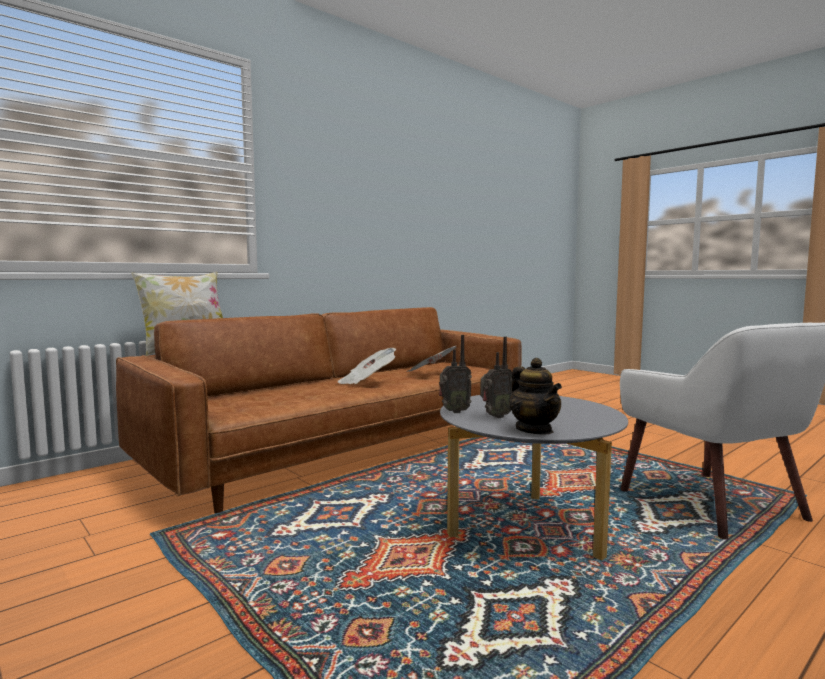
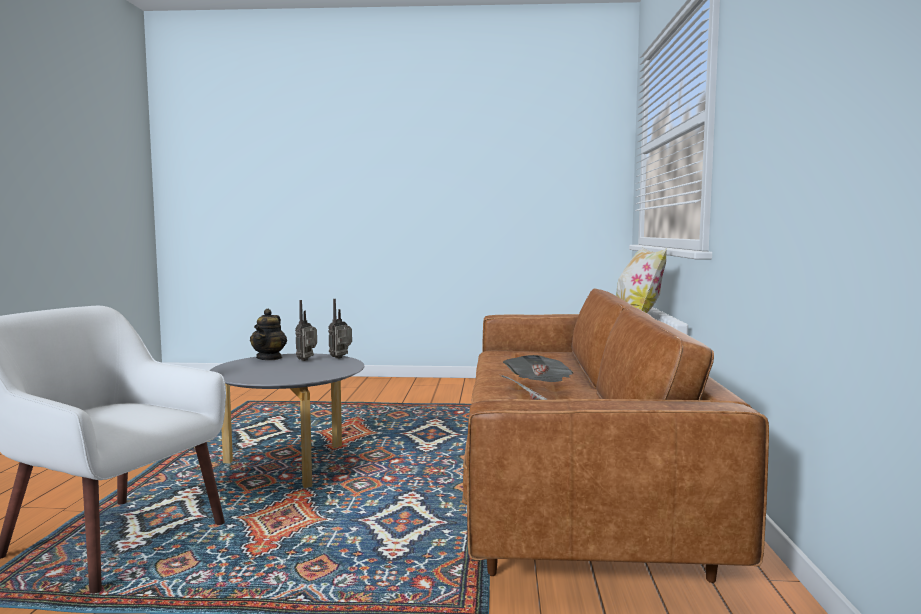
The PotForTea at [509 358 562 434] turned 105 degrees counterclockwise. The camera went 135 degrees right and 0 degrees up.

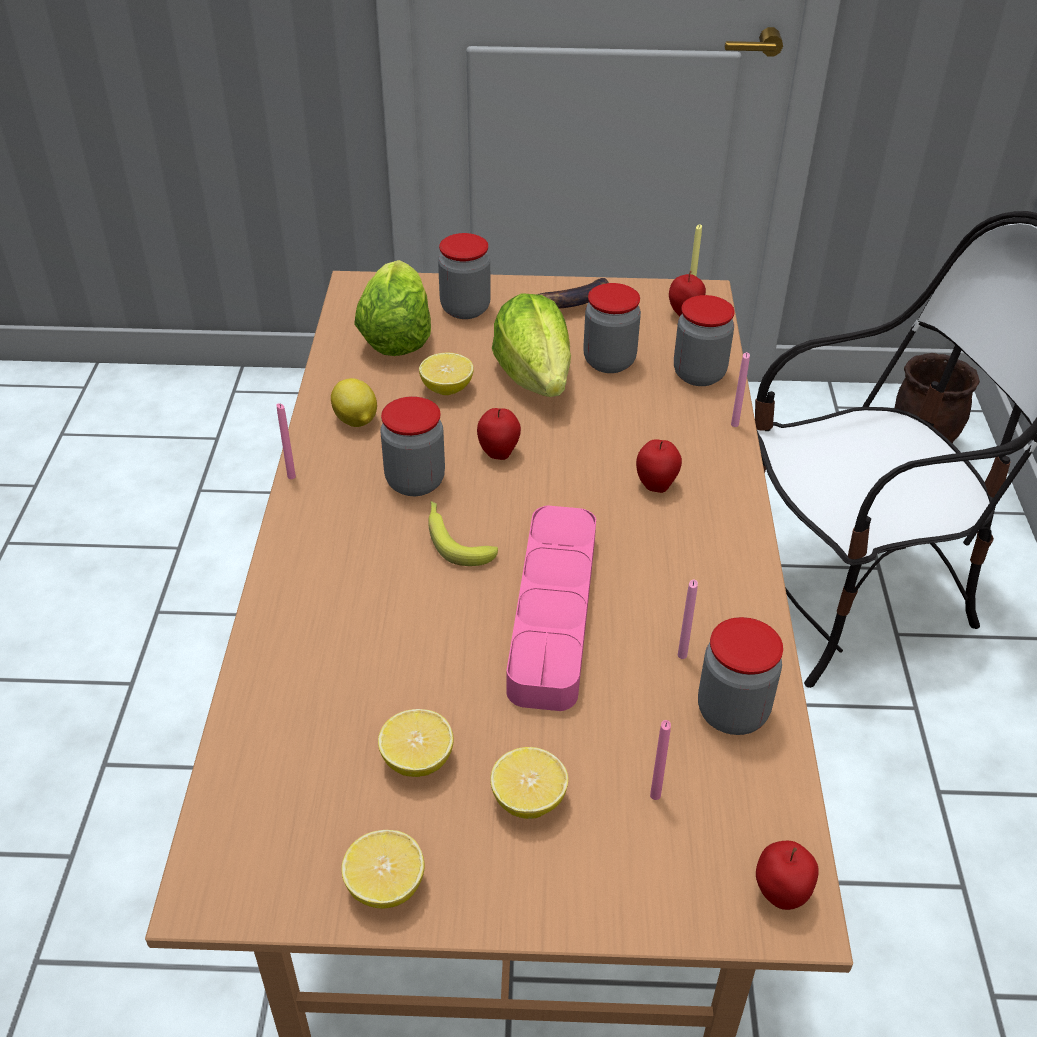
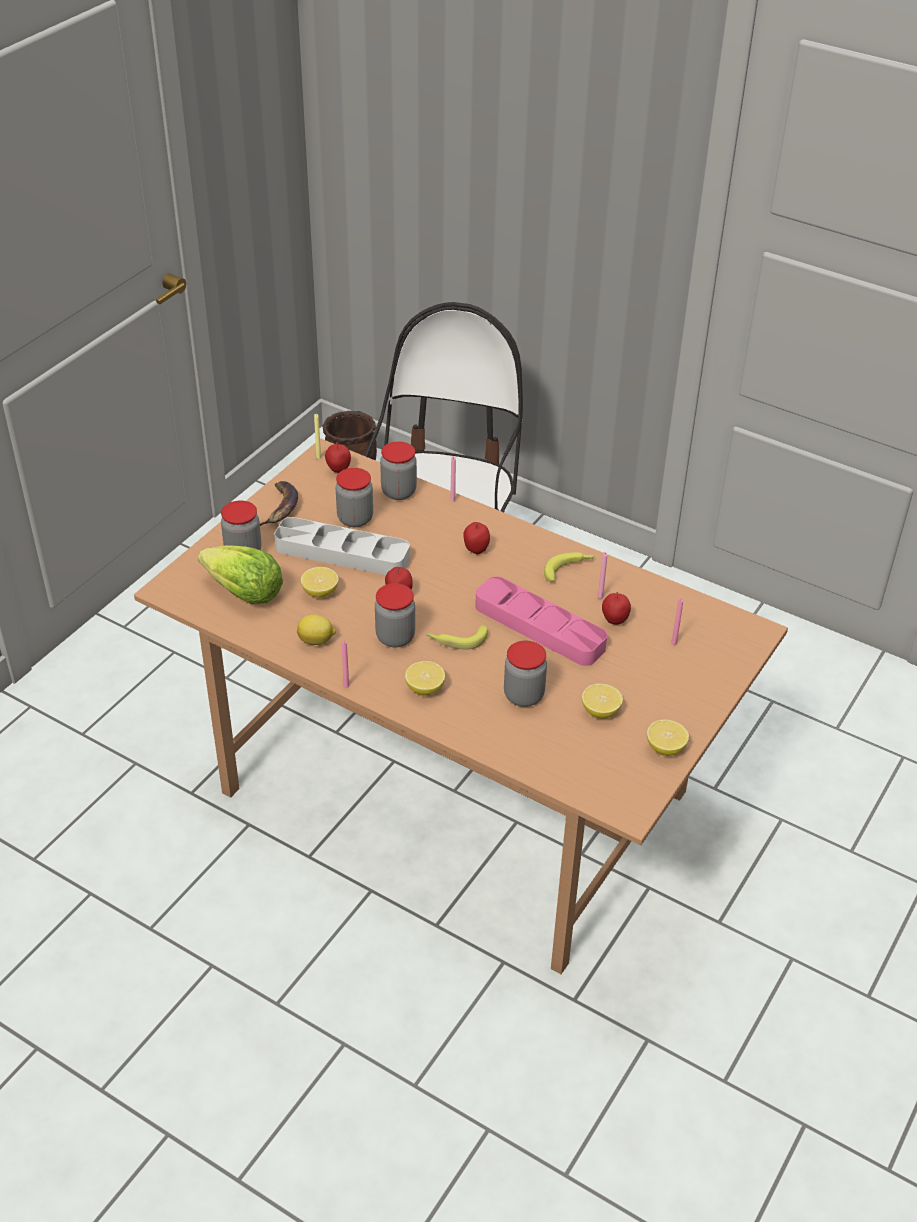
The HeadOfLettuce at [492 293 571 397] was replaced by the GrayServingTray at [274 517 410 575]. The Jar moved from [698 617 783 735] to [504 641 547 707]. The WholeLemon moved from [490 747 568 819] to [405 661 445 696]. The WholeApple moved from [756 841 819 910] to [602 592 631 625]. The WholeBanana at [544 552 595 582] appeared. The camera went 60 degrees left and 0 degrees up.

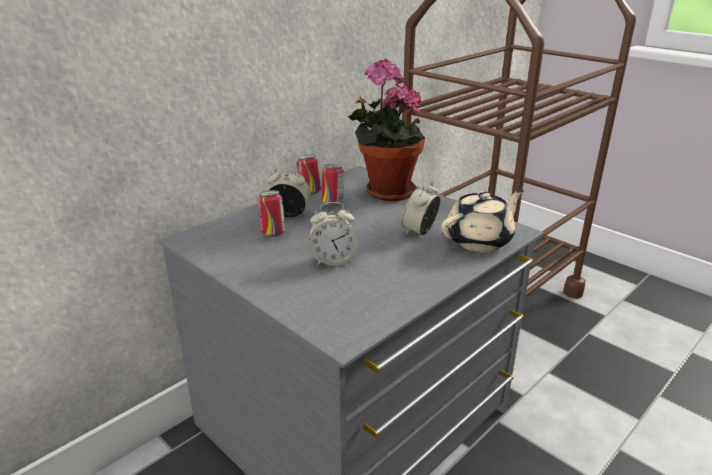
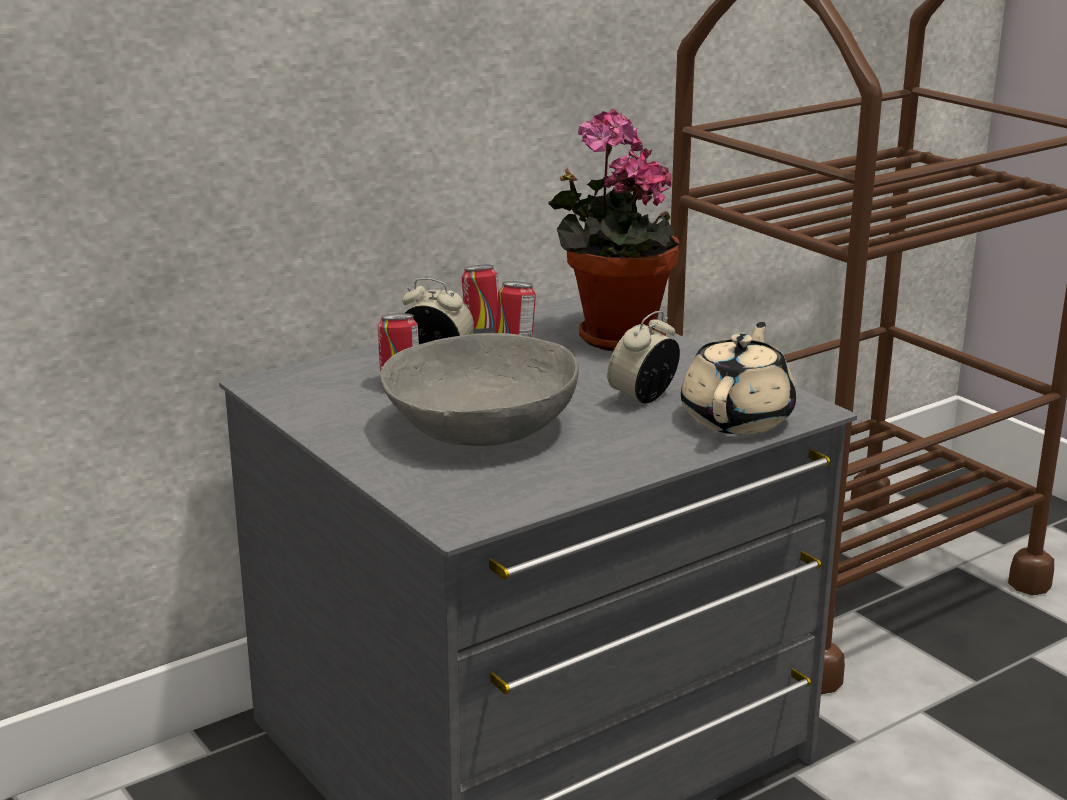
The BeigeColouredPotForTea at [441 190 524 252] turned 45 degrees counterclockwise. The TableClock at [309 202 357 266] was replaced by the GrayServingBowl at [380 333 579 446]. The camera went 10 degrees right and 5 degrees down.

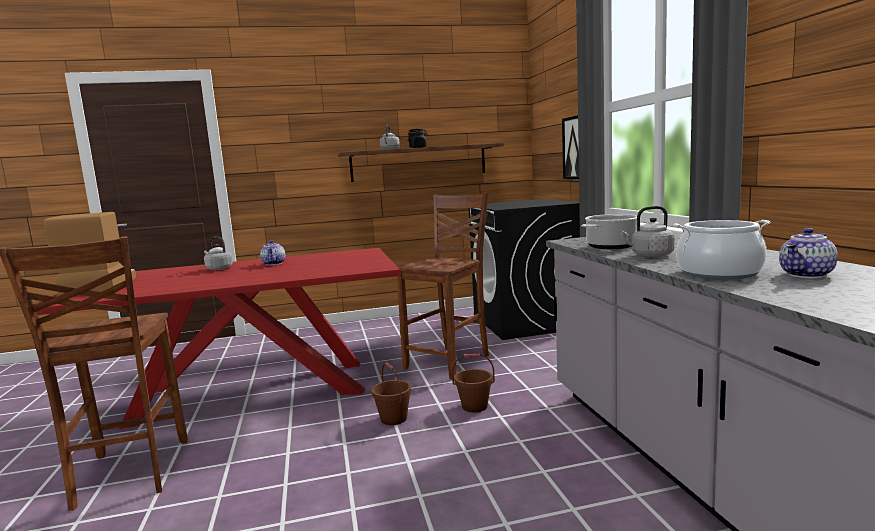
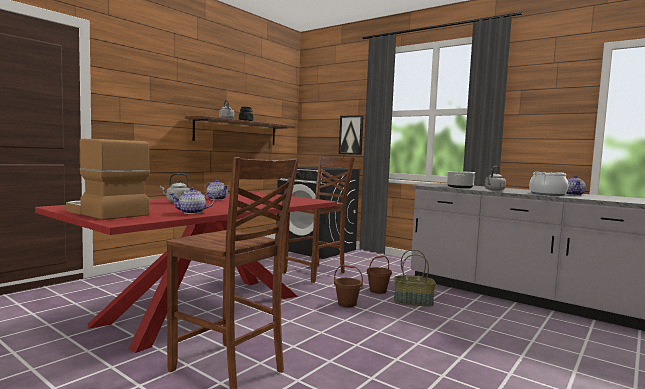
The BrownPlainChair at [397 193 489 379] turned 45 degrees clockwise. The PotForTea at [170 187 214 214] appeared. The StorageBasket at [394 249 436 306] appeared. The camera went 40 degrees left and 5 degrees down.

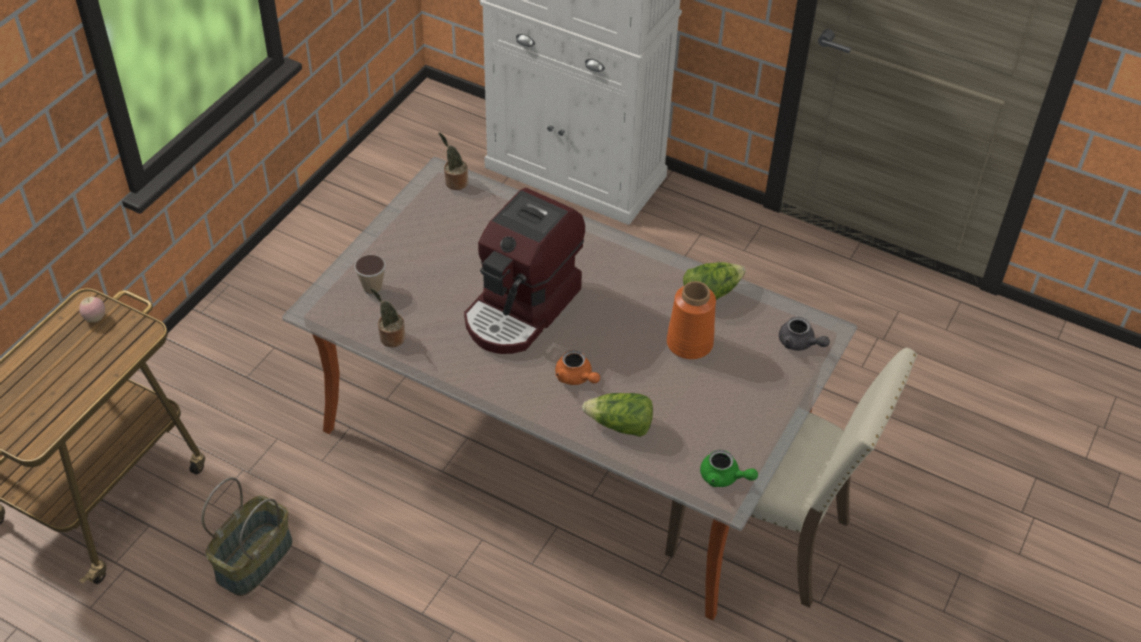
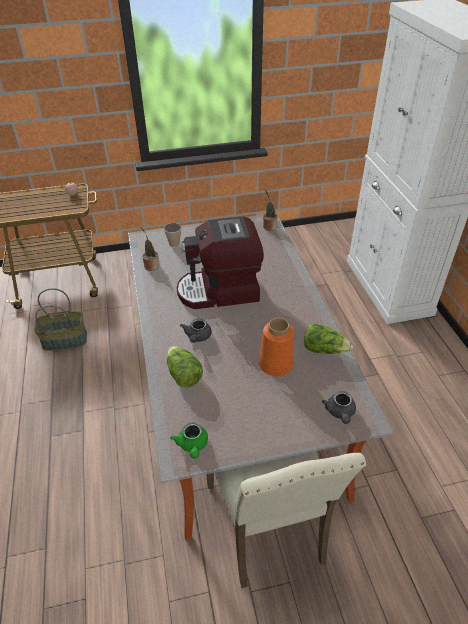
The OrangeColouredPotForTea at [555 350 600 385] became the GrayPotForTea at [180 318 212 343]. The camera went 50 degrees right and 5 degrees down.

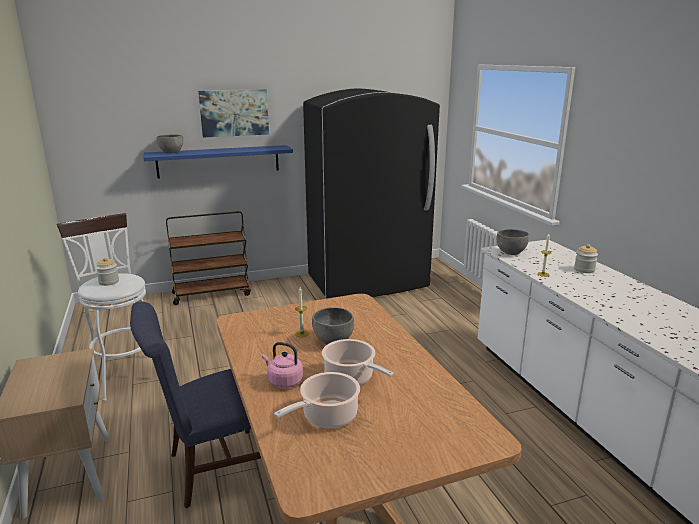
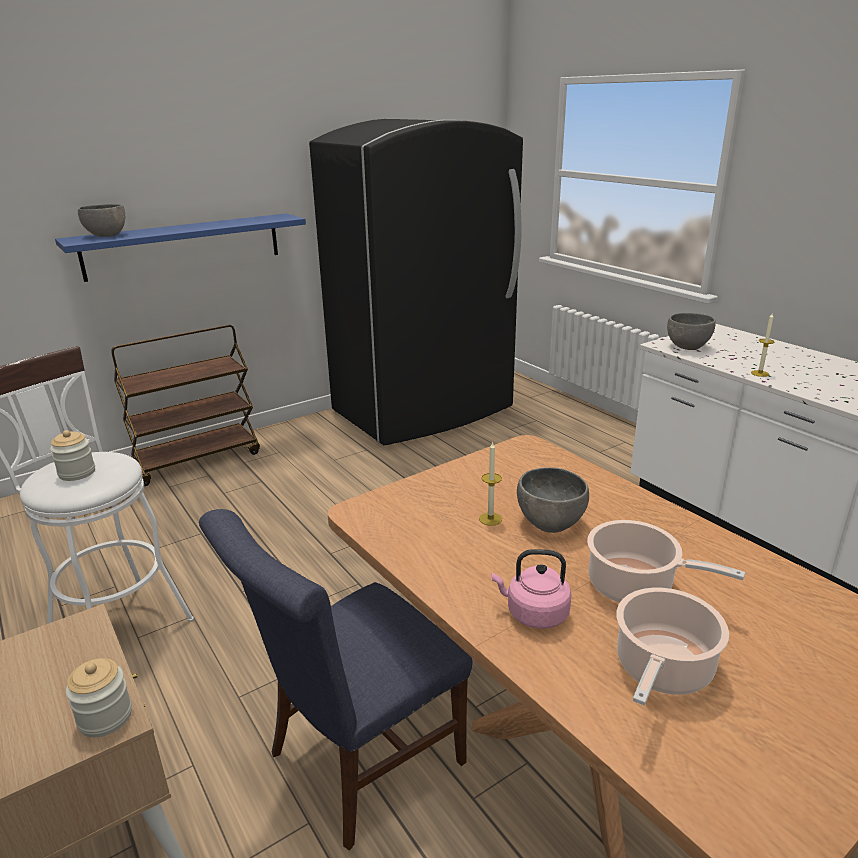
The WallPicture at [198 89 269 138] disappeared. The Jar moved from [574 244 598 273] to [66 658 132 737]. The camera went 15 degrees left and 5 degrees up.

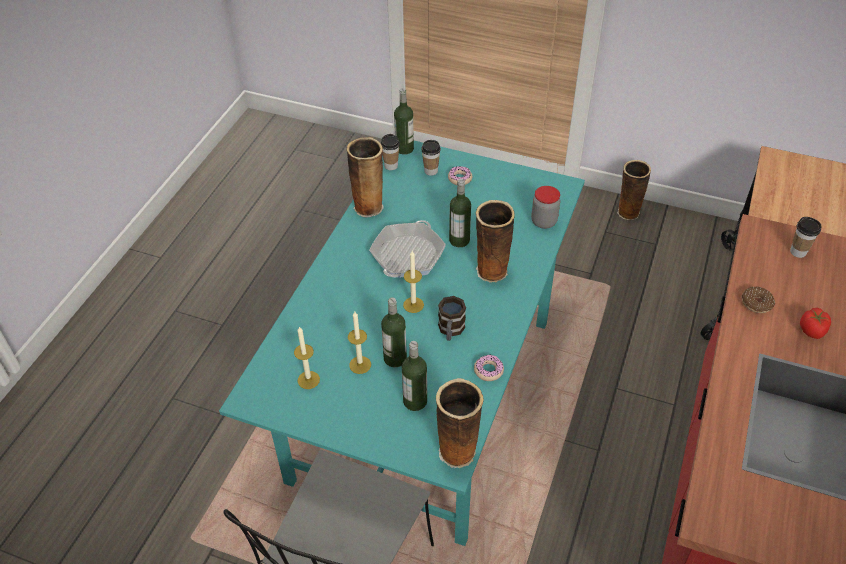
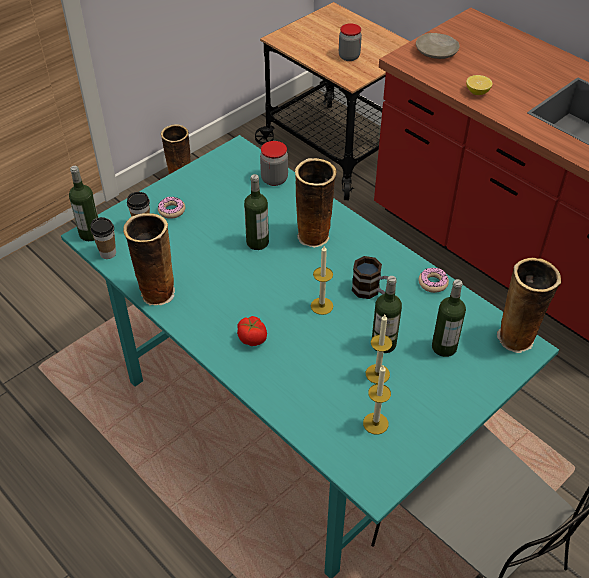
The Cup at [790 217 822 258] was replaced by the BeigeColouredPlate at [416 33 460 59]. The Skillet at [369 220 446 278] disappeared. The Donut at [742 287 775 313] was replaced by the WholeLemon at [466 75 493 95]. The FreshTomato moved from [800 308 831 339] to [237 316 267 346]. The Jar at [339 23 362 61] appeared. The camera went 65 degrees left and 0 degrees up.

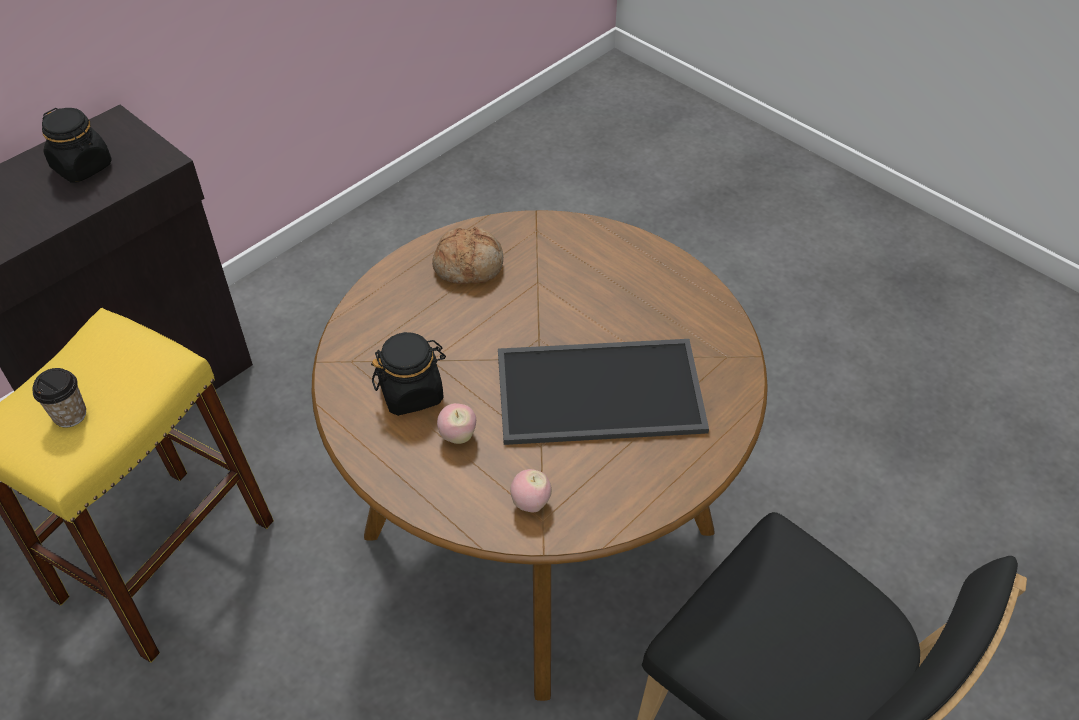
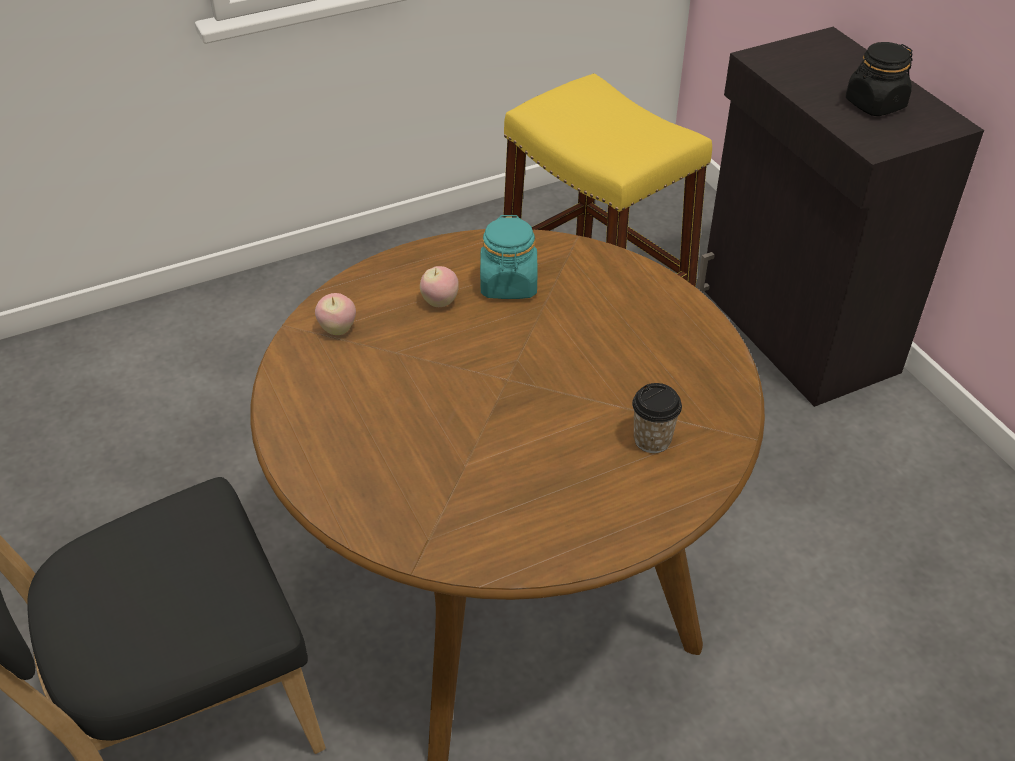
The BakeryBread at [432 227 503 284] disappeared. The BlackColouredJar at [371 332 446 416] became the TurquoiseColouredJar at [480 215 538 299]. The ServingTray at [498 339 709 445] disappeared. The Cup moved from [32 368 86 428] to [632 383 682 453]. The camera went 110 degrees right and 5 degrees down.

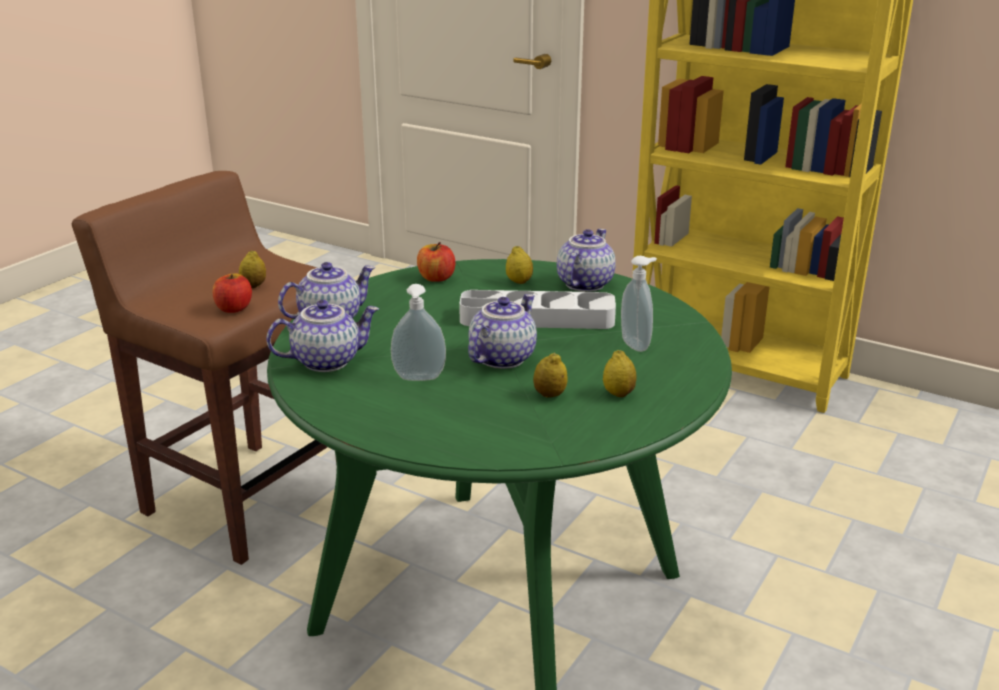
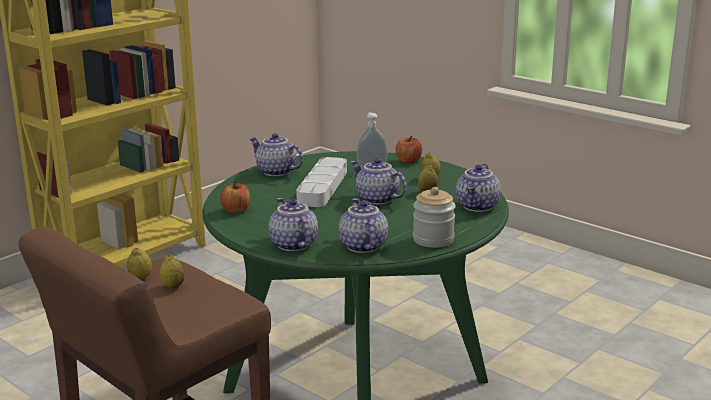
The WholeLemon moved from [506 246 533 284] to [127 248 152 279]. The WholeApple moved from [213 273 252 313] to [396 136 422 163]. The SoapBottle at [391 284 446 381] disappeared. The PotForTea at [456 164 501 212] appeared. The Jar at [413 187 456 248] appeared. The camera went 80 degrees left and 5 degrees down.

